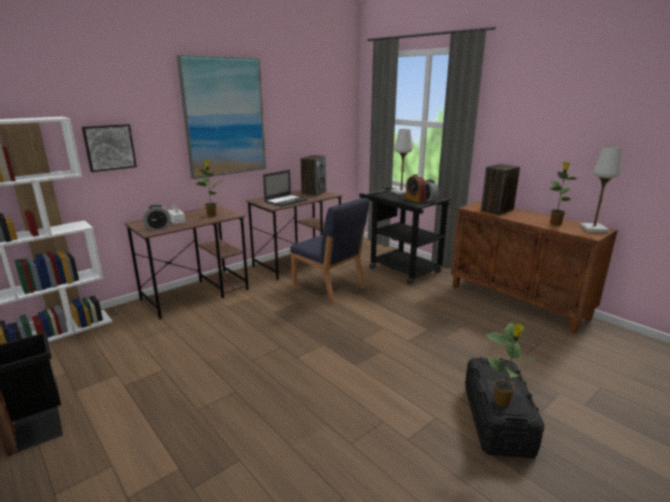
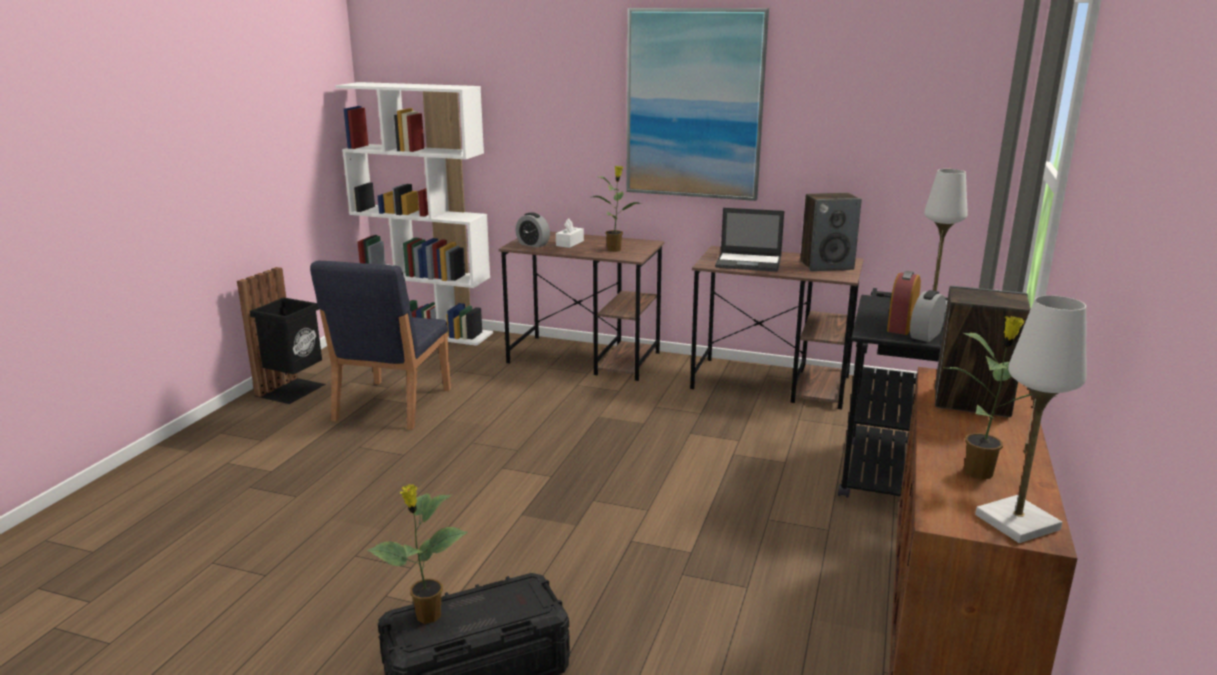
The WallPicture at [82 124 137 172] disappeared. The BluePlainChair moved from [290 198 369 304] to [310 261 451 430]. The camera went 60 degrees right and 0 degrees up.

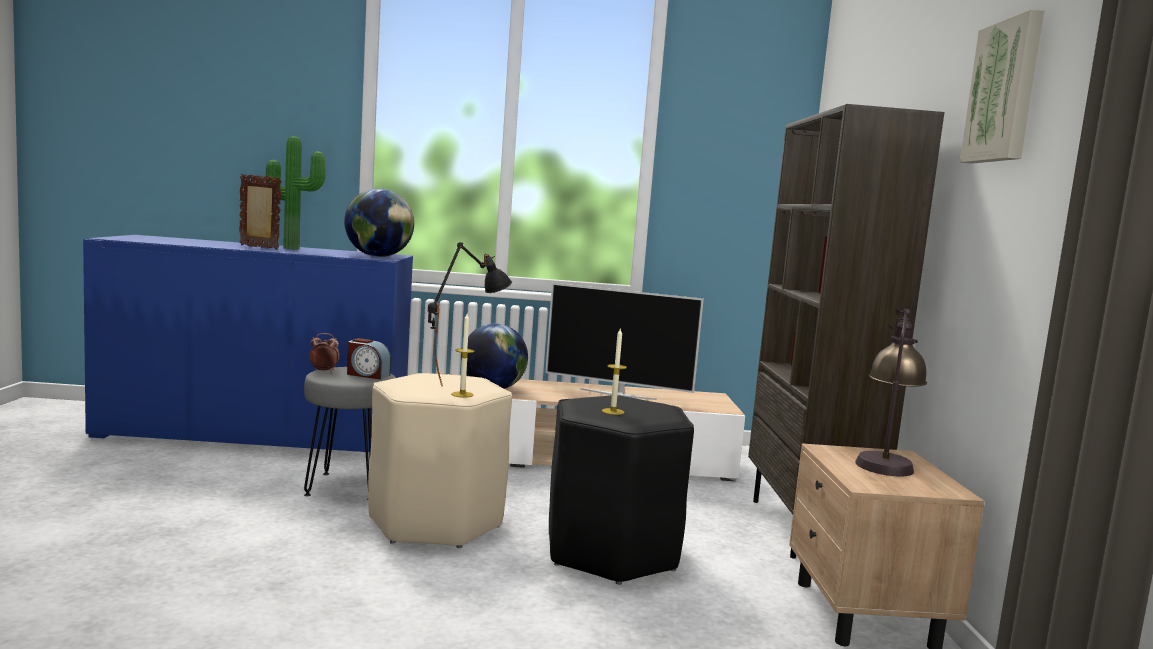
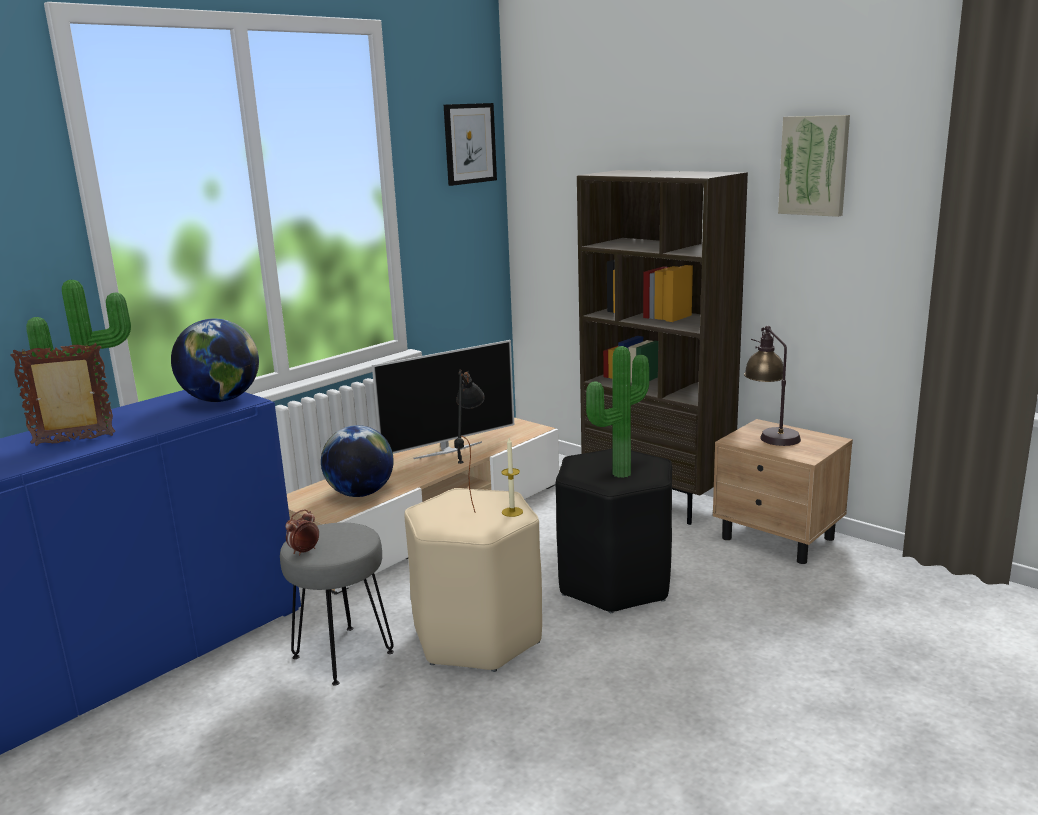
The WaxCandle at [602 327 627 415] was replaced by the Houseplant at [586 346 649 478]. The TableClock at [347 338 391 379] disappeared. The WallPicture at [444 103 497 186] appeared. The camera went 45 degrees left and 10 degrees up.

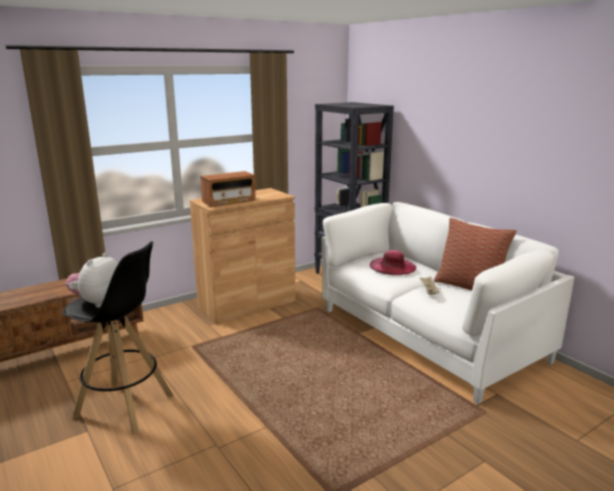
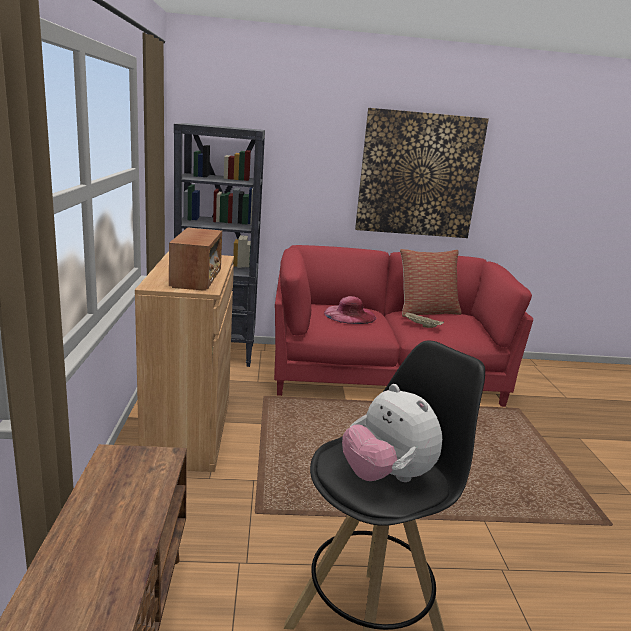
The WhitishSofa at [322 202 574 404] became the RedColouredSofa at [274 245 533 407]. The WallPicture at [355 108 489 238] appeared. The camera went 60 degrees left and 0 degrees up.

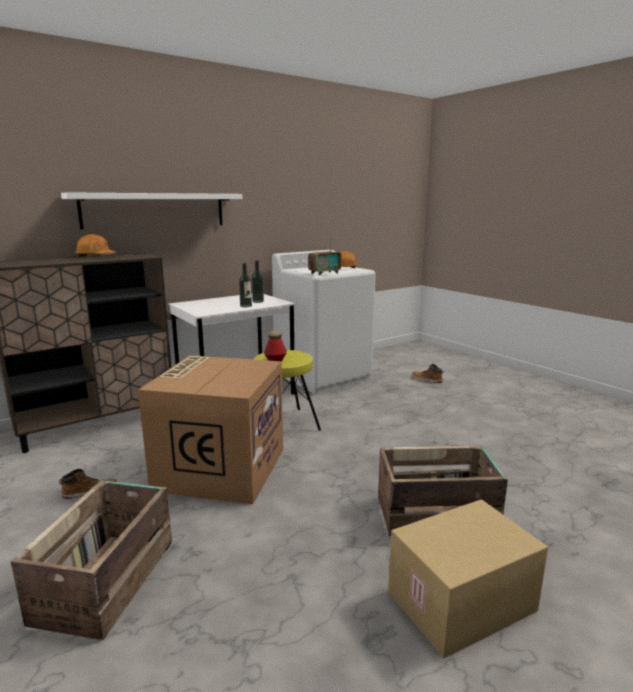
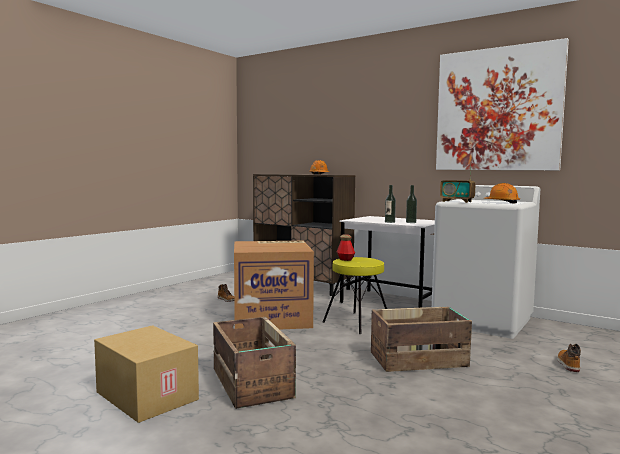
The WhitishWallShelf at [61 192 242 230] disappeared. The Crate moved from [11 480 172 640] to [371 307 472 372]. The WallPicture at [436 38 569 170] appeared. The camera went 70 degrees right and 10 degrees down.

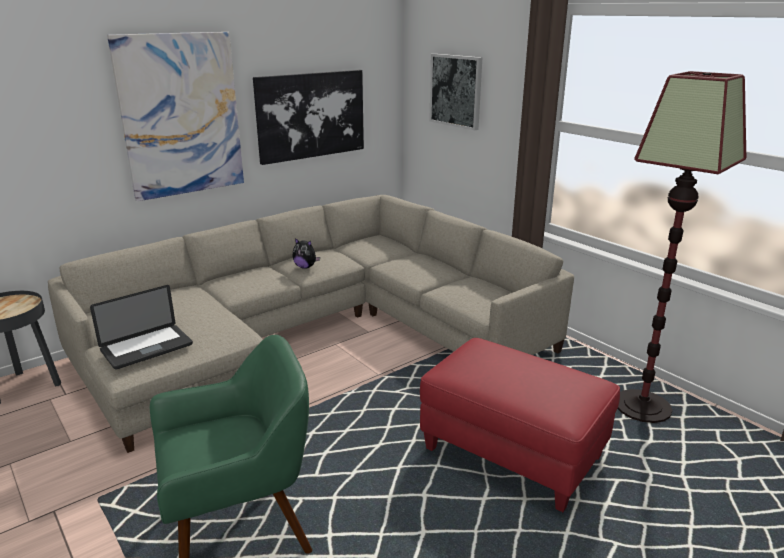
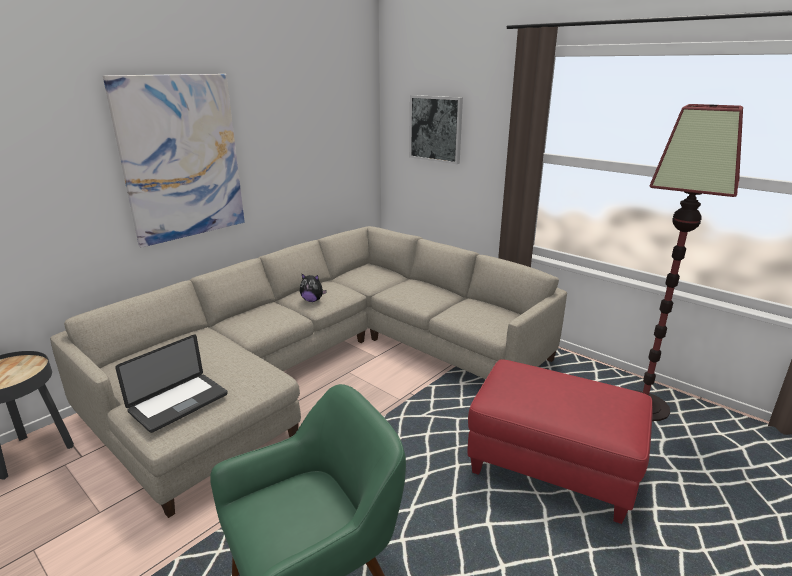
The WallPicture at [253 70 364 165] disappeared. The camera went 10 degrees left and 0 degrees up.

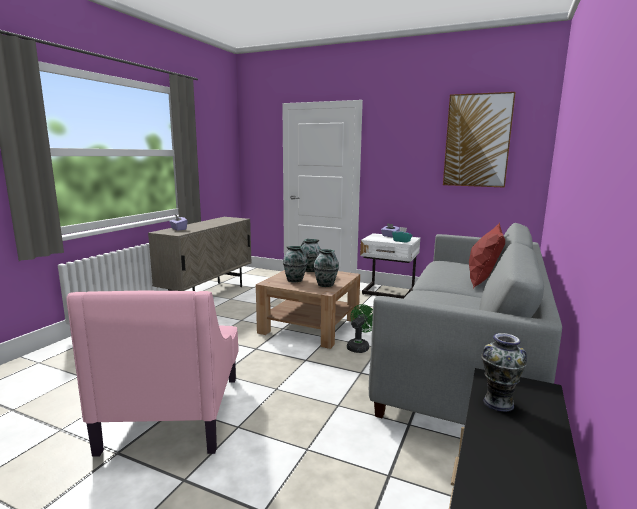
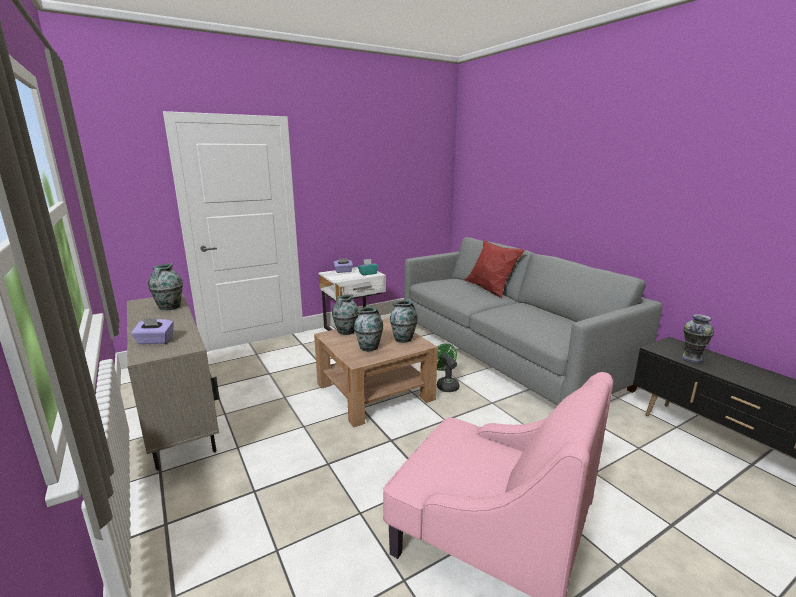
The WallPicture at [443 92 516 188] disappeared. The Vase at [148 263 183 310] appeared. The camera went 55 degrees left and 5 degrees up.

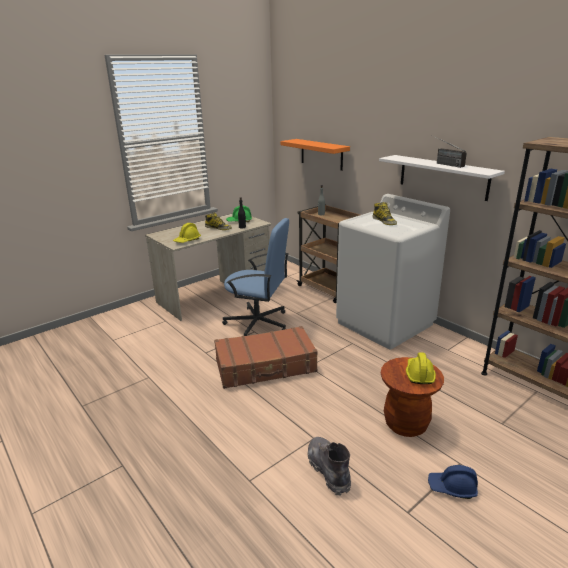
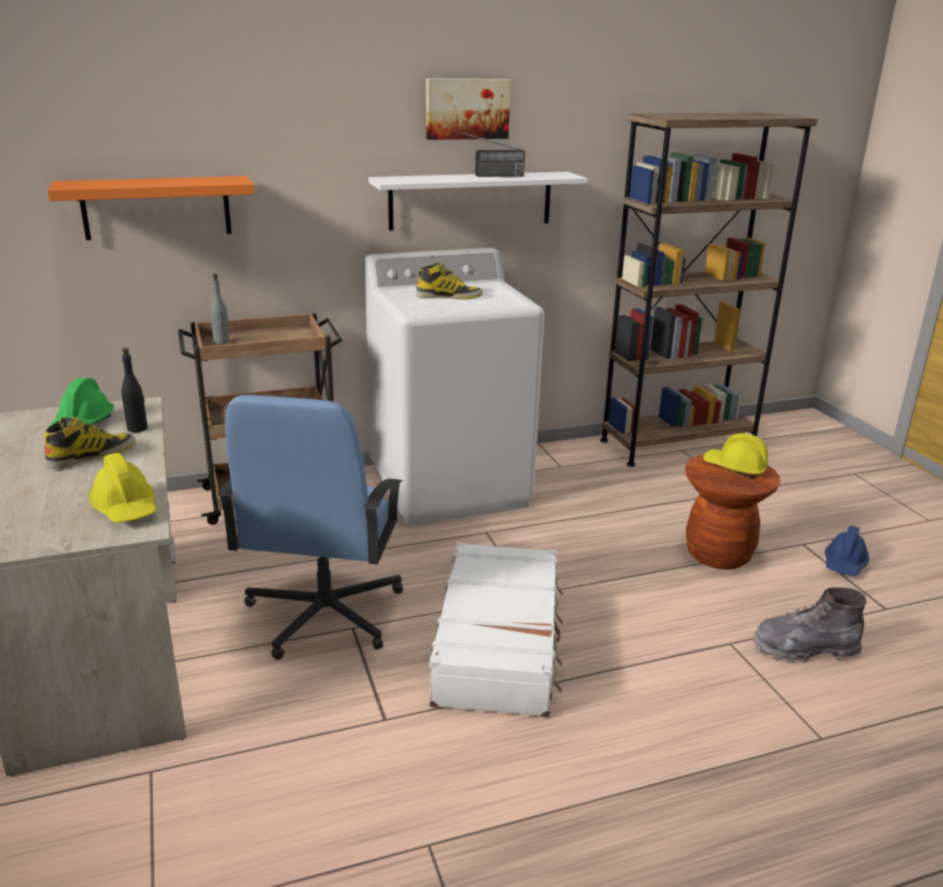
The BlueComputerChair at [223 218 289 336] turned 150 degrees clockwise. The BrownPieceOfLuggage at [214 326 318 389] became the WhitishPieceOfLuggage at [429 542 563 717]. The WallPicture at [426 78 511 140] appeared. The camera went 70 degrees left and 0 degrees up.

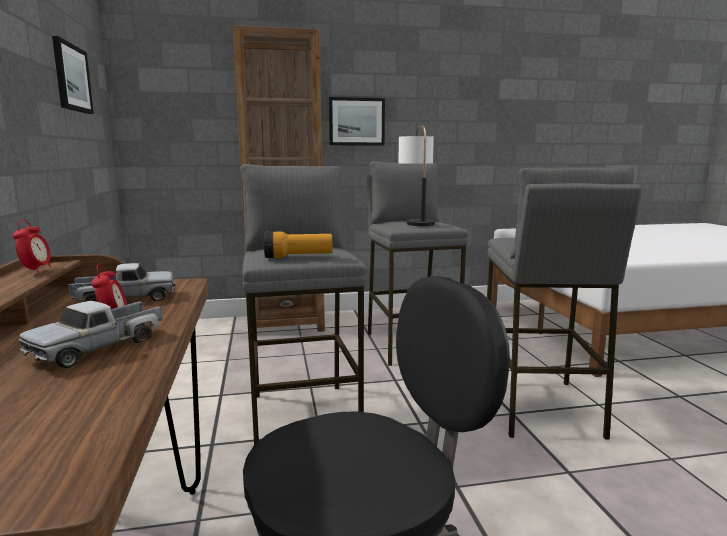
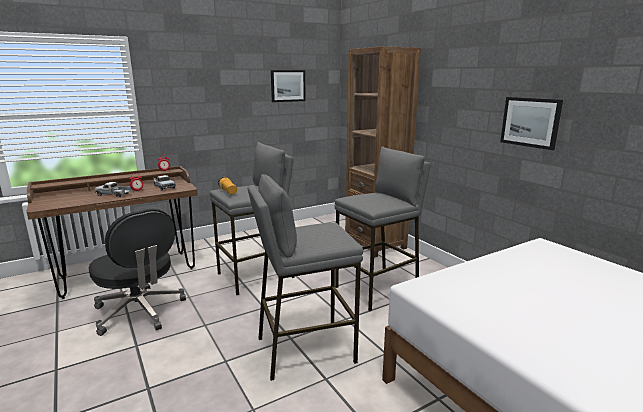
The WallPicture moved from [329 97 385 146] to [500 97 563 150]. The TableLamp at [398 126 435 226] disappeared. The camera went 70 degrees right and 5 degrees up.

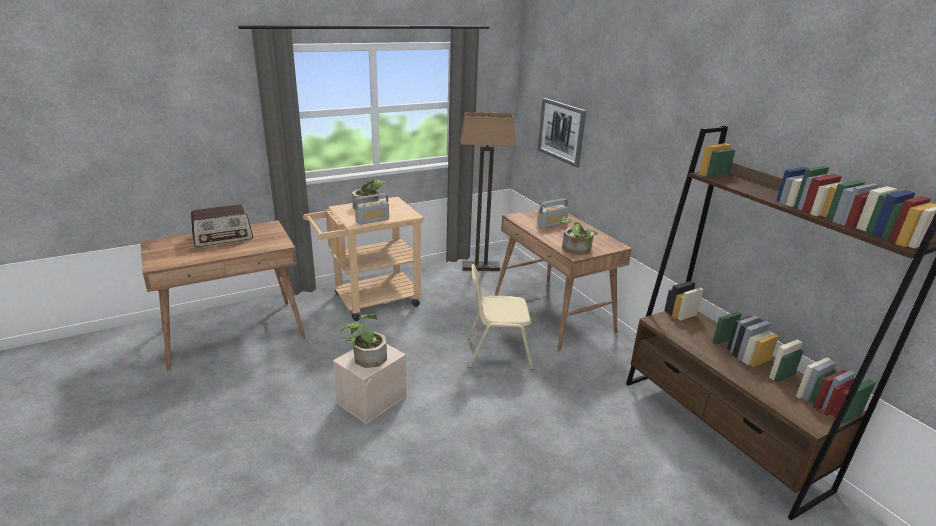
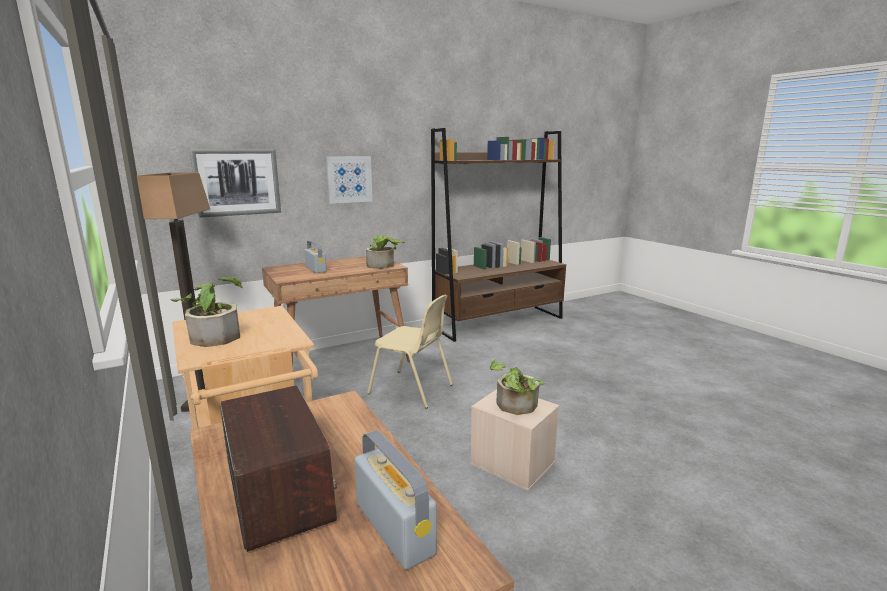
The RadioReceiver moved from [355 193 389 225] to [354 430 437 570]. The BeigeColouredPlainChair at [467 264 533 370] turned 60 degrees counterclockwise. The WallPicture at [326 156 373 204] appeared. The camera went 90 degrees left and 10 degrees down.

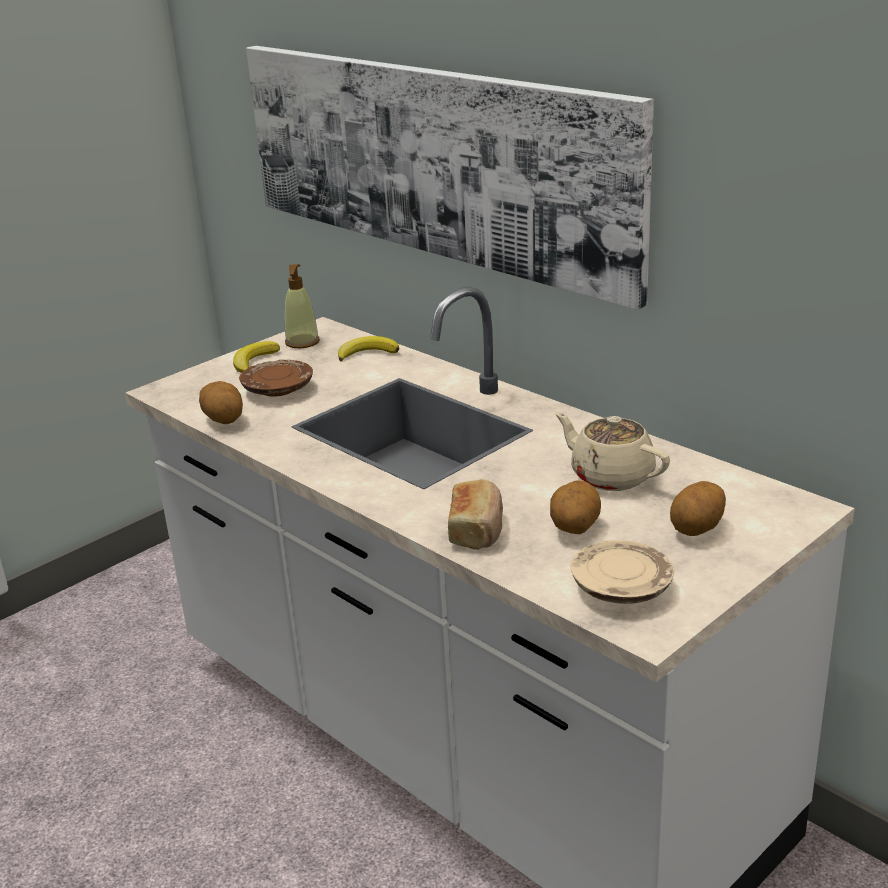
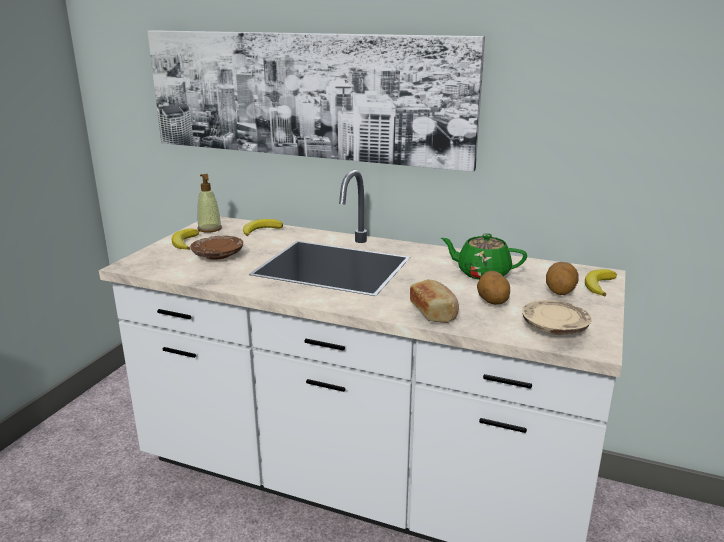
The Potato at [199 381 243 424] disappeared. The BeigeColouredPotForTea at [555 412 670 491] became the GreenPotForTea at [441 233 527 280]. The WholeBanana at [585 269 617 296] appeared. The camera went 25 degrees left and 5 degrees down.

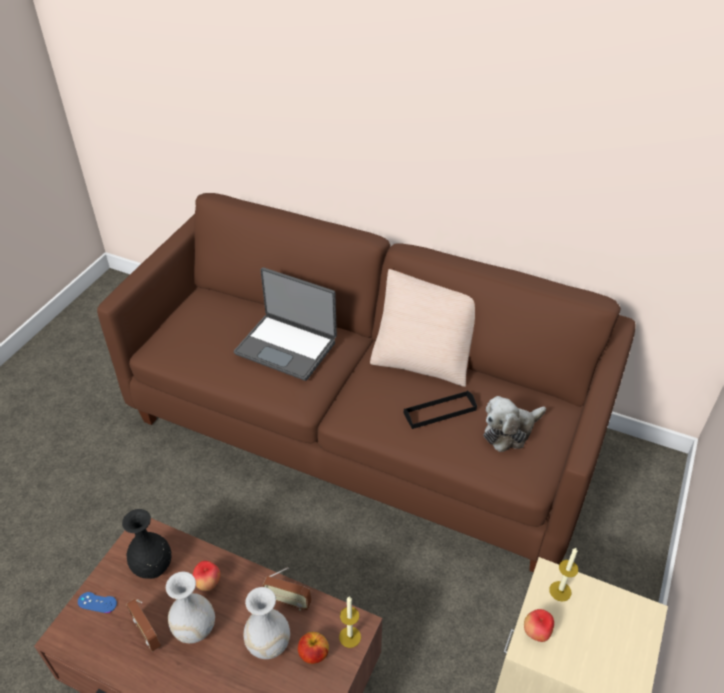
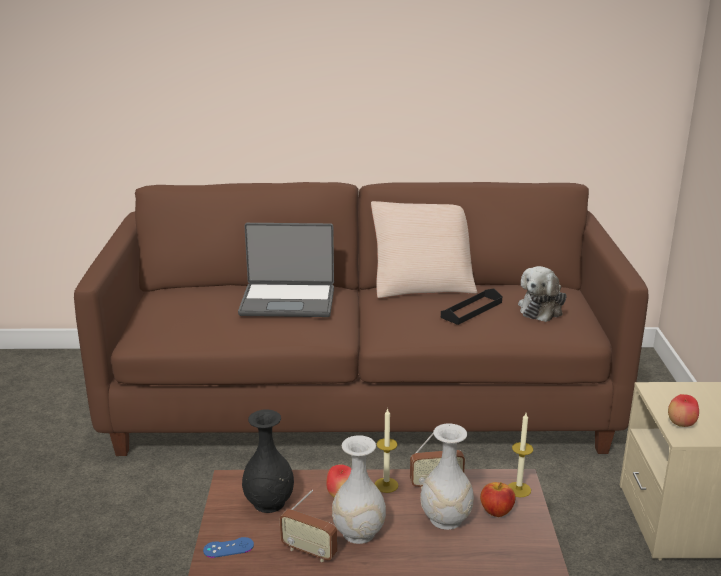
The WaxCandle moved from [549 548 578 602] to [375 408 398 493]. The camera went 25 degrees left and 20 degrees down.

